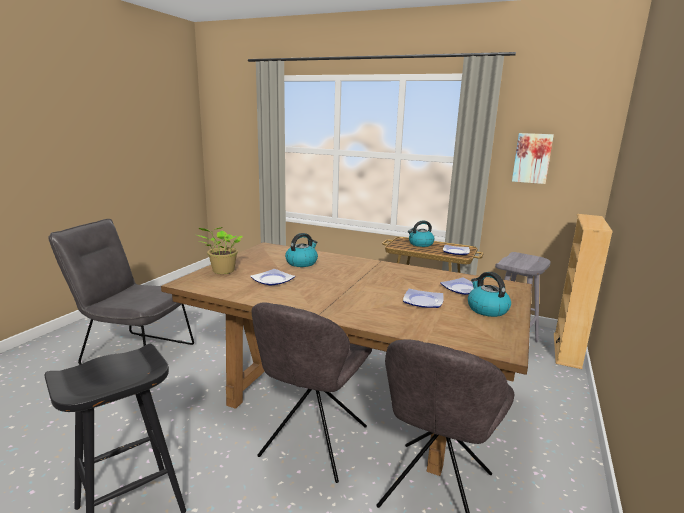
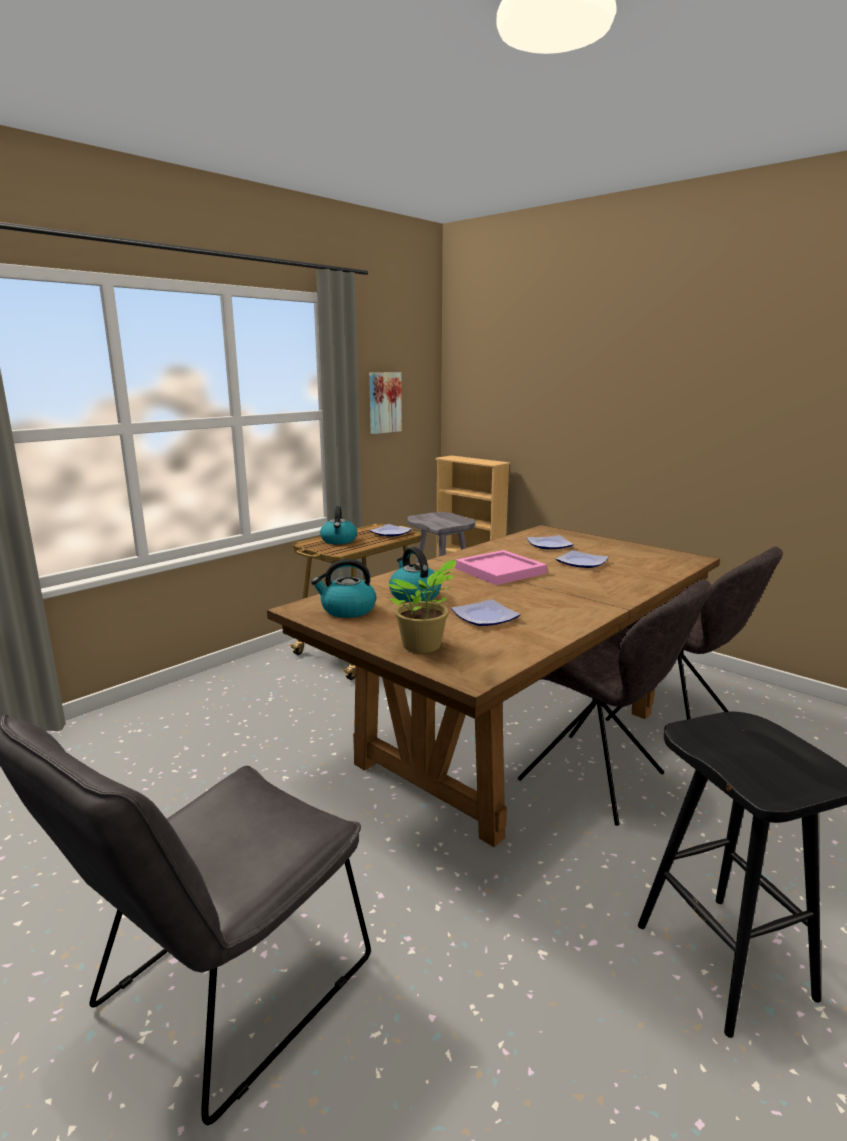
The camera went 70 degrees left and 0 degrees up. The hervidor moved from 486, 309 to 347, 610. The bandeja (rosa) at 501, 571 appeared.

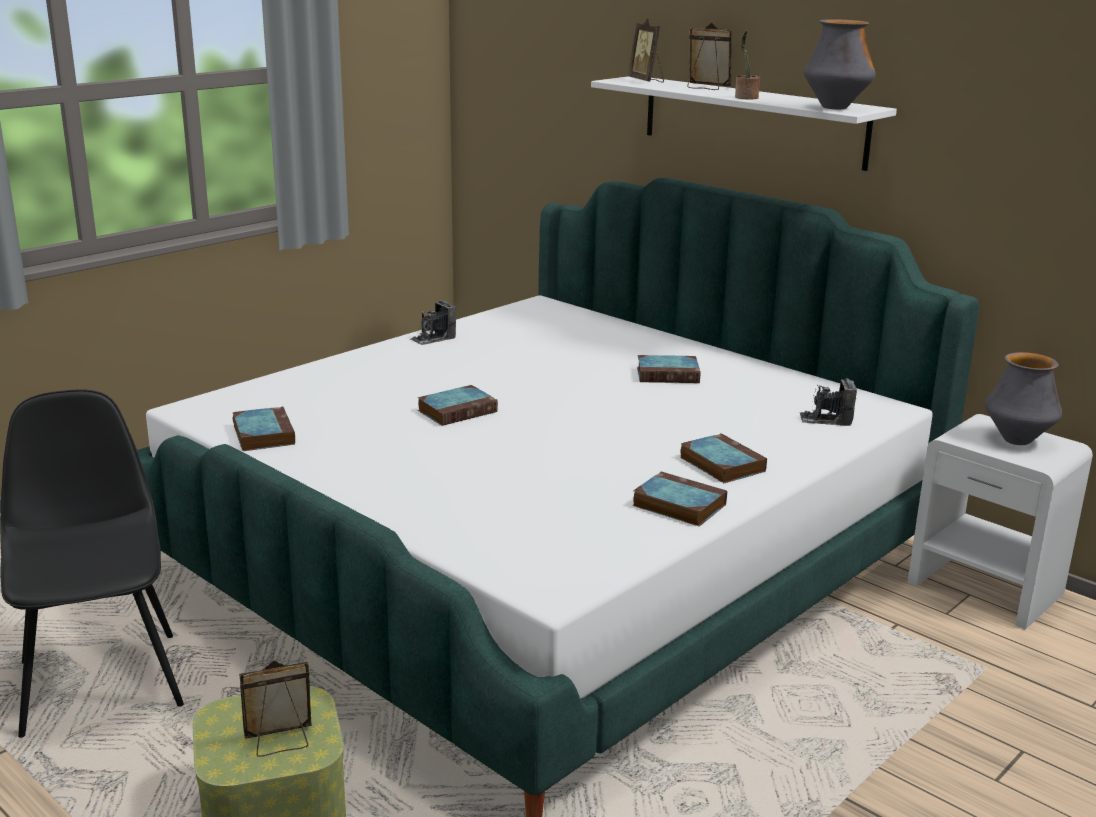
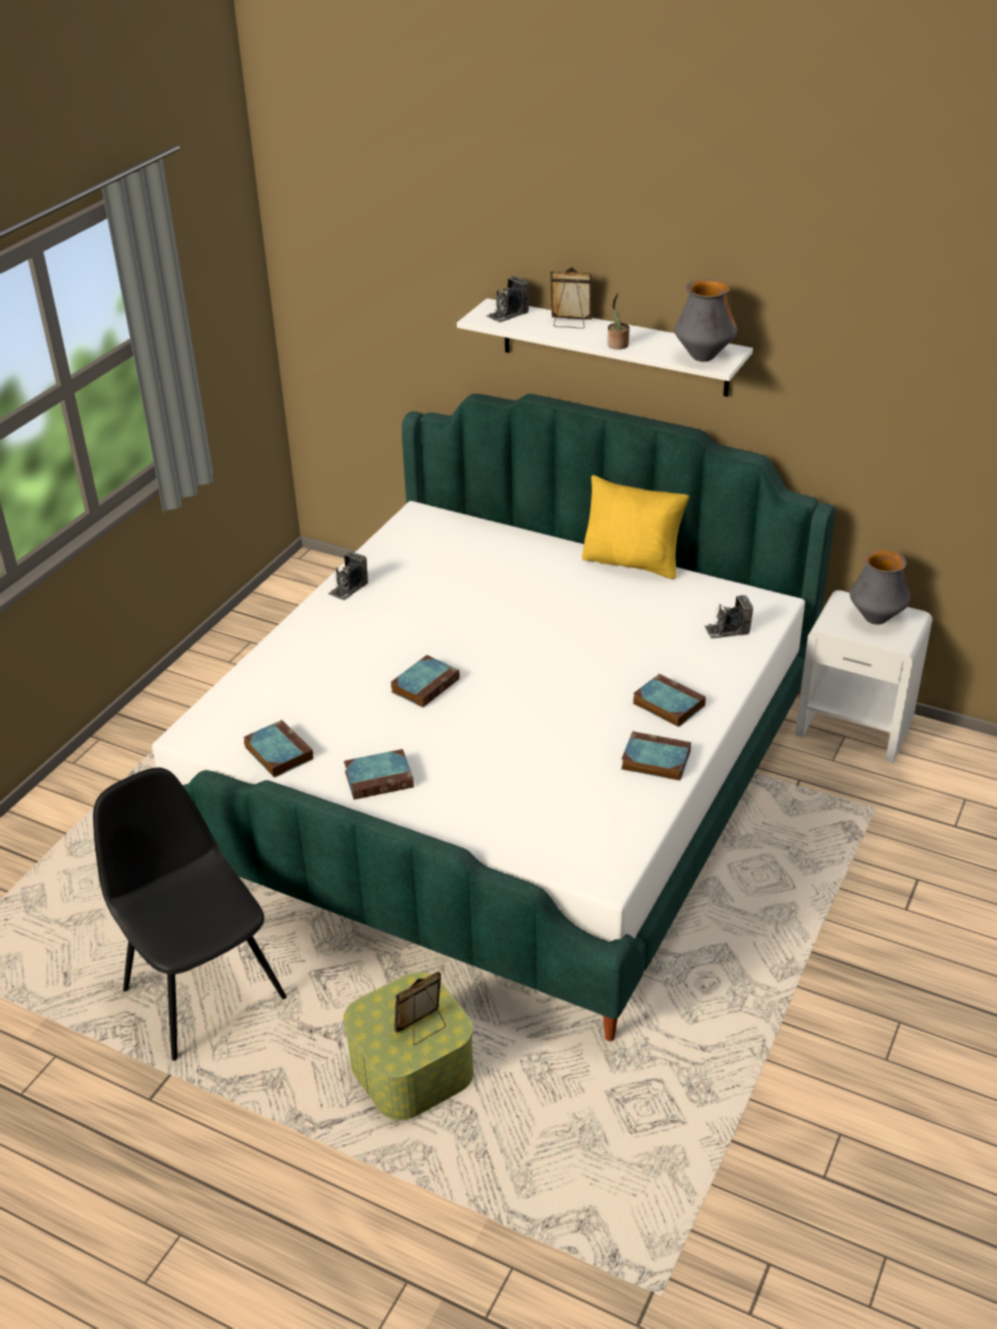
The camera went 15 degrees left and 15 degrees up. The portarretratos at 646, 81 was replaced by the cámara at 507, 314. The libro moved from 669, 374 to 380, 778. The cojín (amarillo) at 633, 562 appeared.

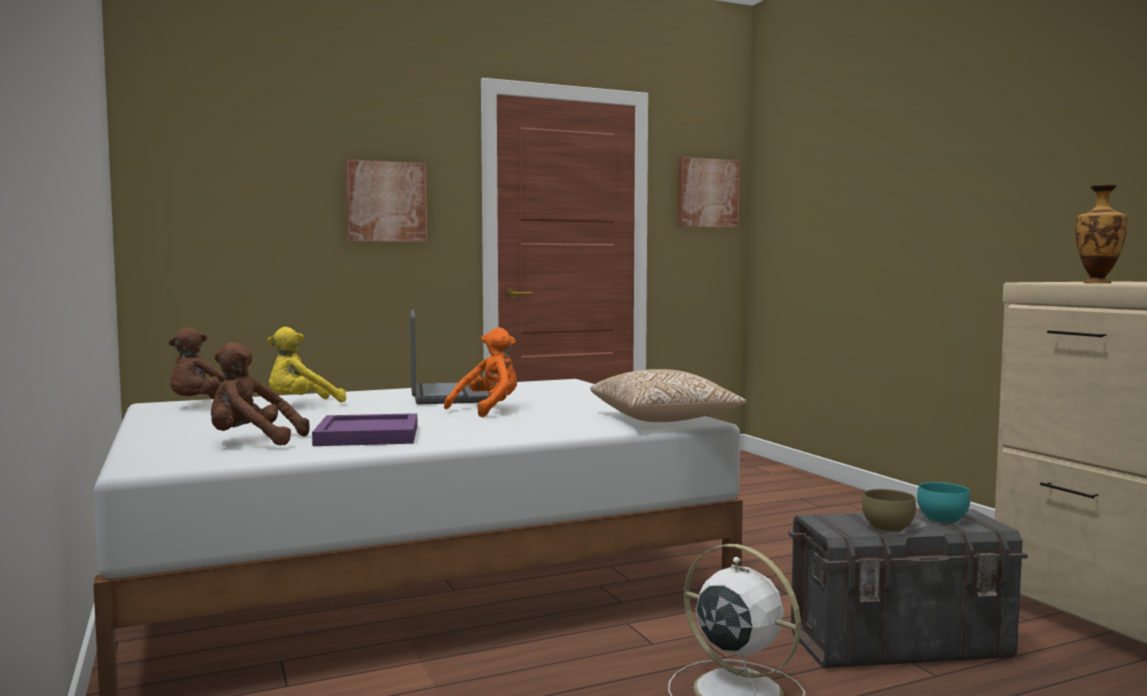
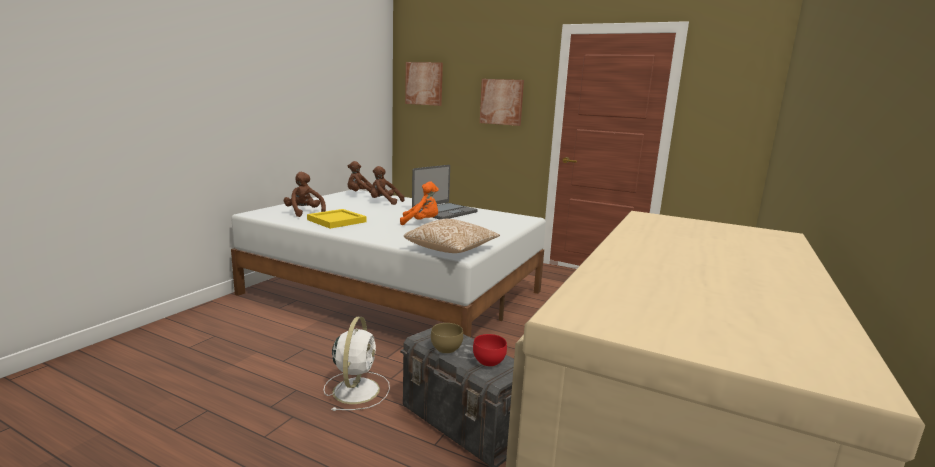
The camera went 50 degrees right and 10 degrees up. The cuadro moved from 707, 193 to 424, 83. The florero at 1098, 283 disappeared. The peluche (amarillo) at 302, 405 became the peluche (marrón) at 384, 202. The bandeja (morado) at 366, 435 became the bandeja (amarillo) at 337, 220. The cuenco (turquesa) at 943, 520 became the cuenco (rojo) at 488, 362.

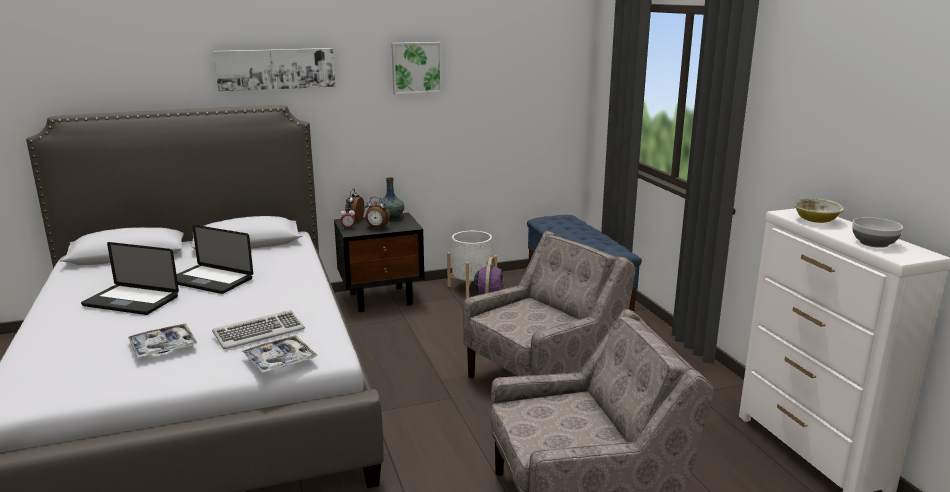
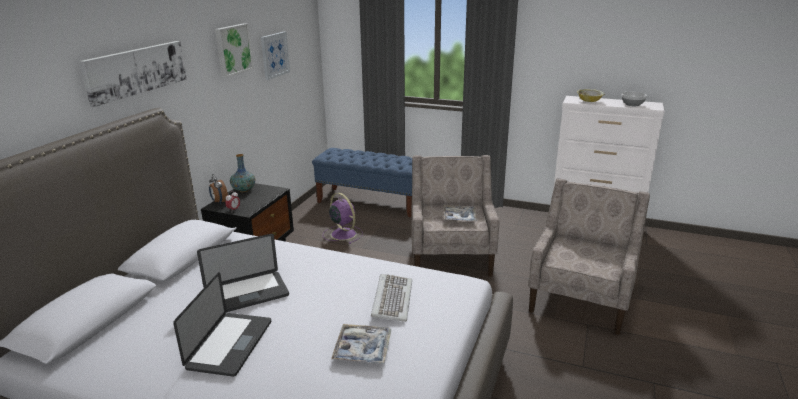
The camera went 50 degrees left and 5 degrees up. The despertador at 377, 227 disappeared. The maceta (blanco) at 472, 288 disappeared. The portátil at 131, 301 turned 45 degrees counterclockwise. The bandeja moved from 280, 361 to 459, 217. The cuadro at 274, 55 appeared.

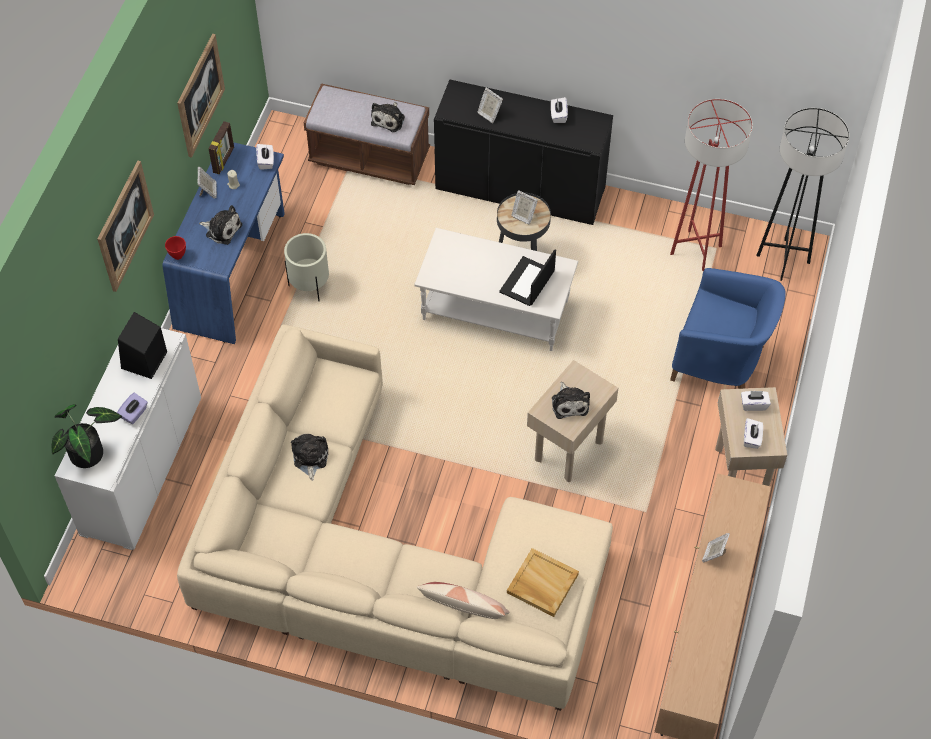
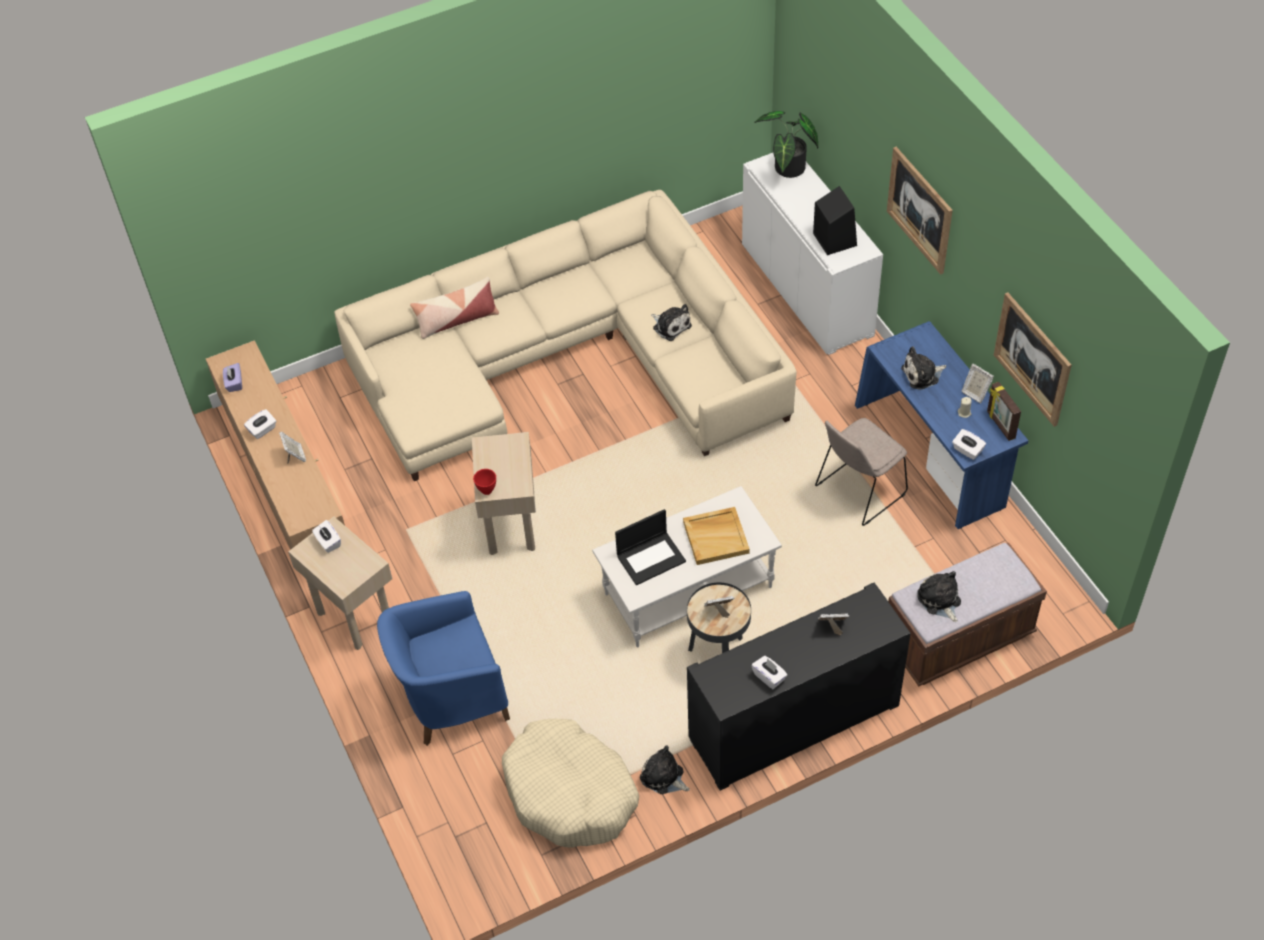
The camera went 140 degrees right and 5 degrees down. The lámpara de pie (rojo) at 695, 250 was replaced by the cama para perro (beis) at 570, 792. The lámpara de pie (negro) at 783, 259 disappeared. The maceta (beis) at 310, 286 was replaced by the silla (beis) at 858, 491. The cuenco (rojo) moved from 178, 255 to 486, 491. The portátil at 527, 282 turned 75 degrees clockwise. The peluche moved from 569, 403 to 663, 777. The caja de pañuelos (blanco) moved from 753, 404 to 262, 430. The caja de pañuelos (morado) moved from 134, 414 to 234, 383. The bandeja (beis) moved from 541, 584 to 716, 537.

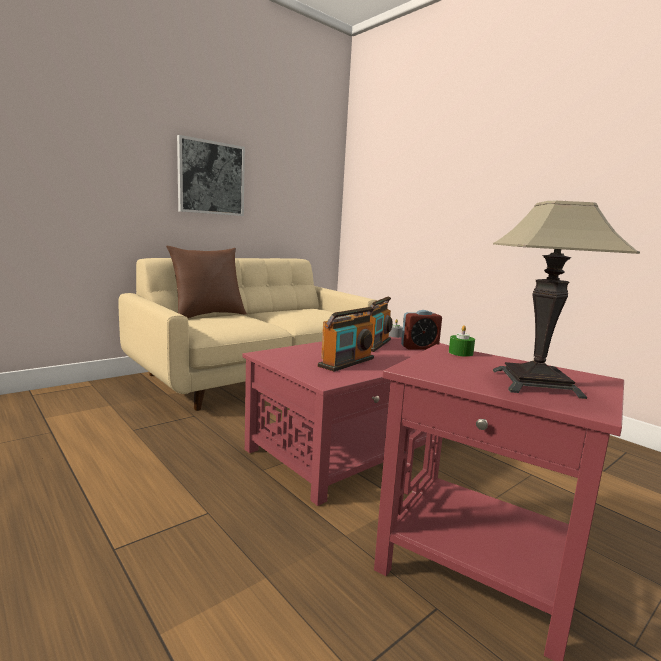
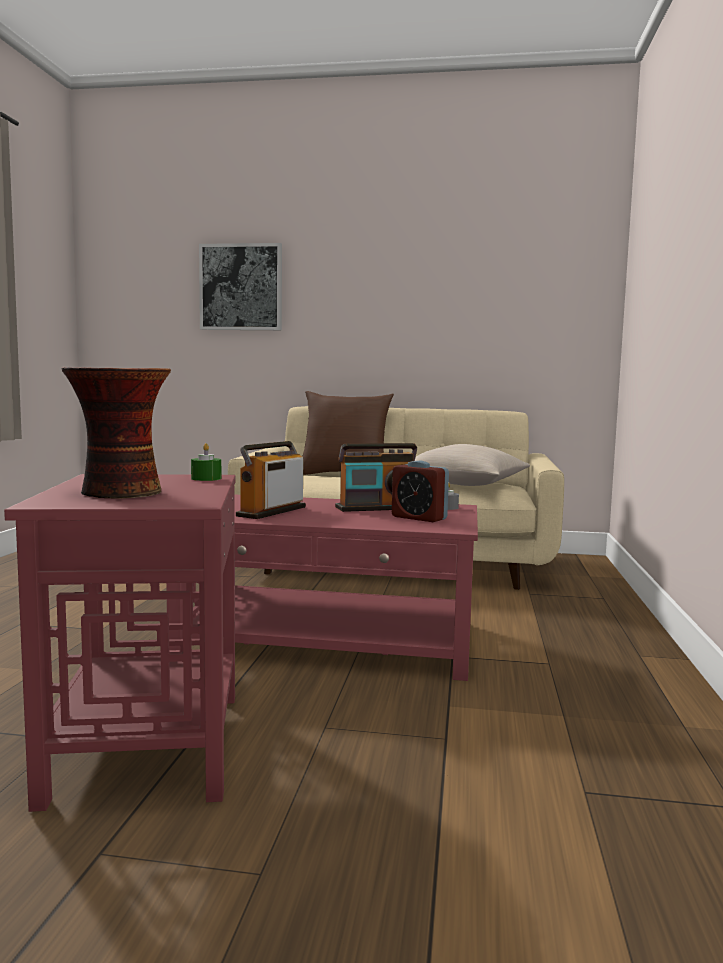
The camera went 50 degrees right and 5 degrees down. The cuadro moved from 211, 178 to 241, 287. The lámpara de mesa at 536, 383 was replaced by the florero at 119, 493. The radio at 347, 362 turned 120 degrees clockwise. The cojín (beis) at 465, 484 appeared.

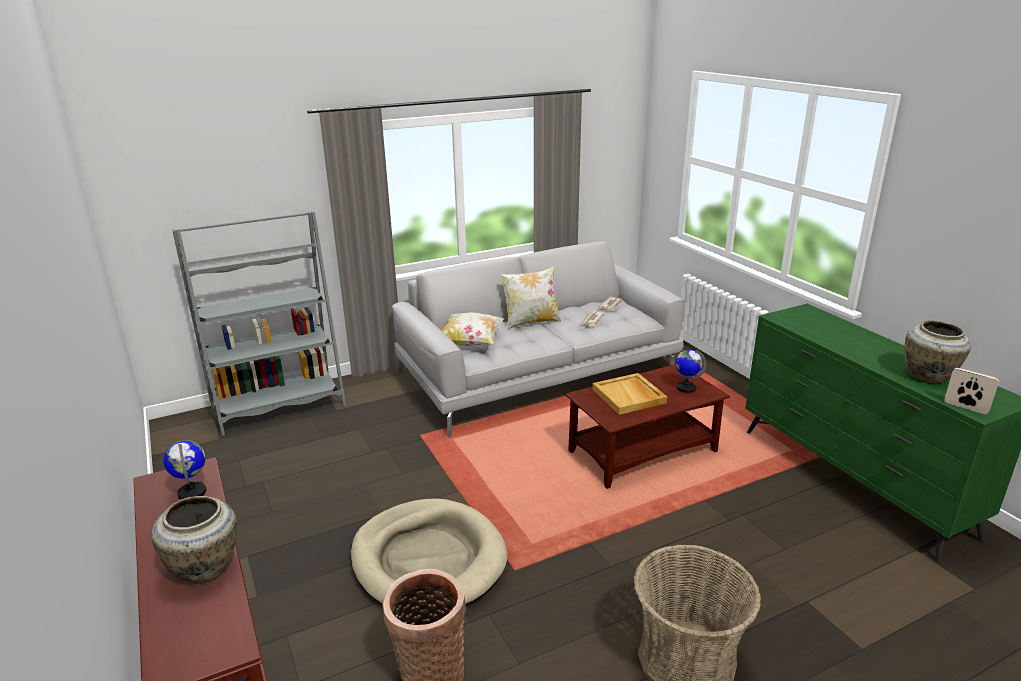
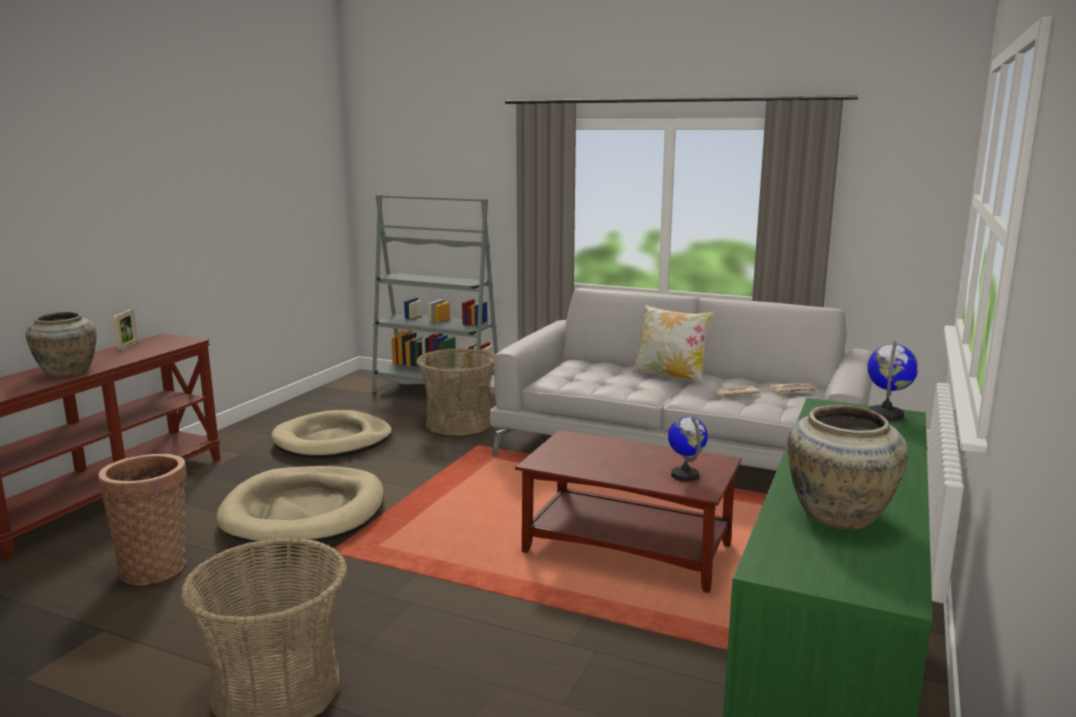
The camera went 50 degrees right and 10 degrees down. The cojín at 470, 342 disappeared. The portarretratos moved from 965, 408 to 127, 346. The bandeja (beis) at 629, 396 disappeared. The globo terráqueo moved from 192, 492 to 886, 415. The cesta at 459, 423 appeared. The cama para perro (beis) at 333, 441 appeared.

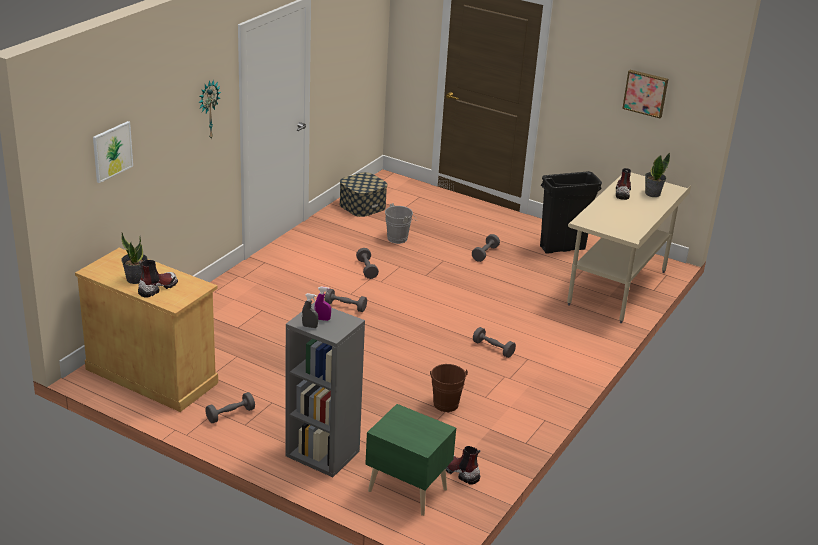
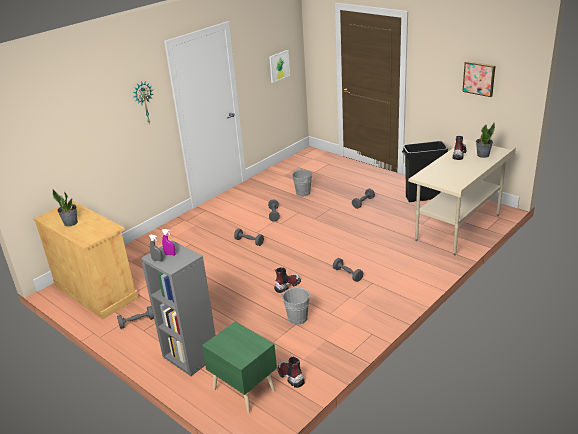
The camera went 15 degrees right and 0 degrees up. The cuadro moved from 112, 151 to 279, 66. The caja de almacenaje at 362, 206 disappeared. The bota moved from 157, 288 to 287, 285. The cubo (marrón) at 445, 402 became the cubo (gris) at 297, 317.

